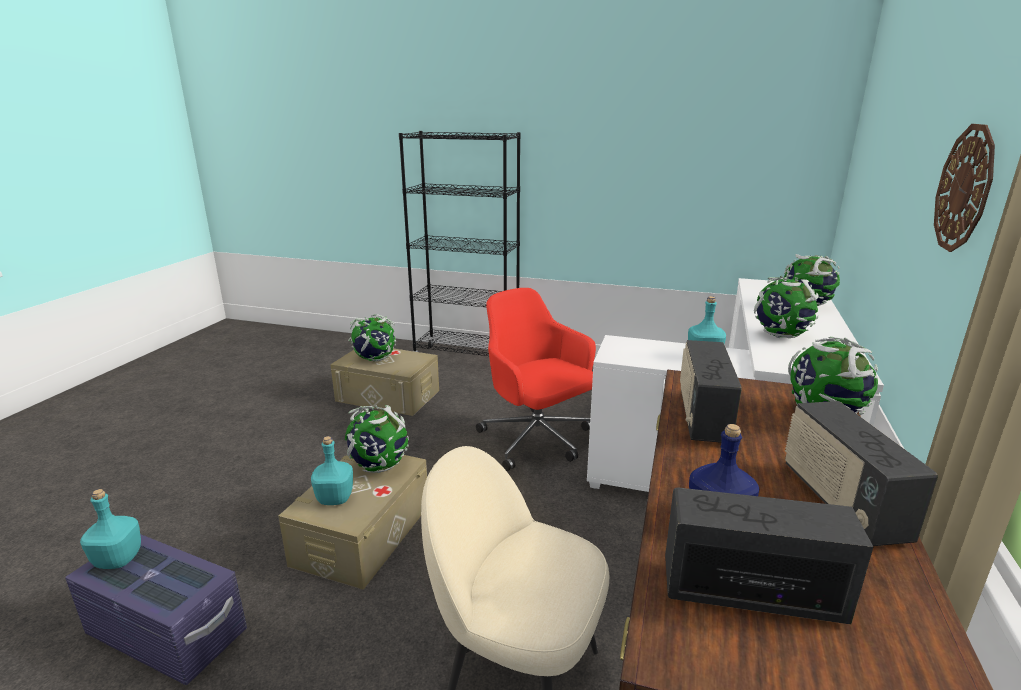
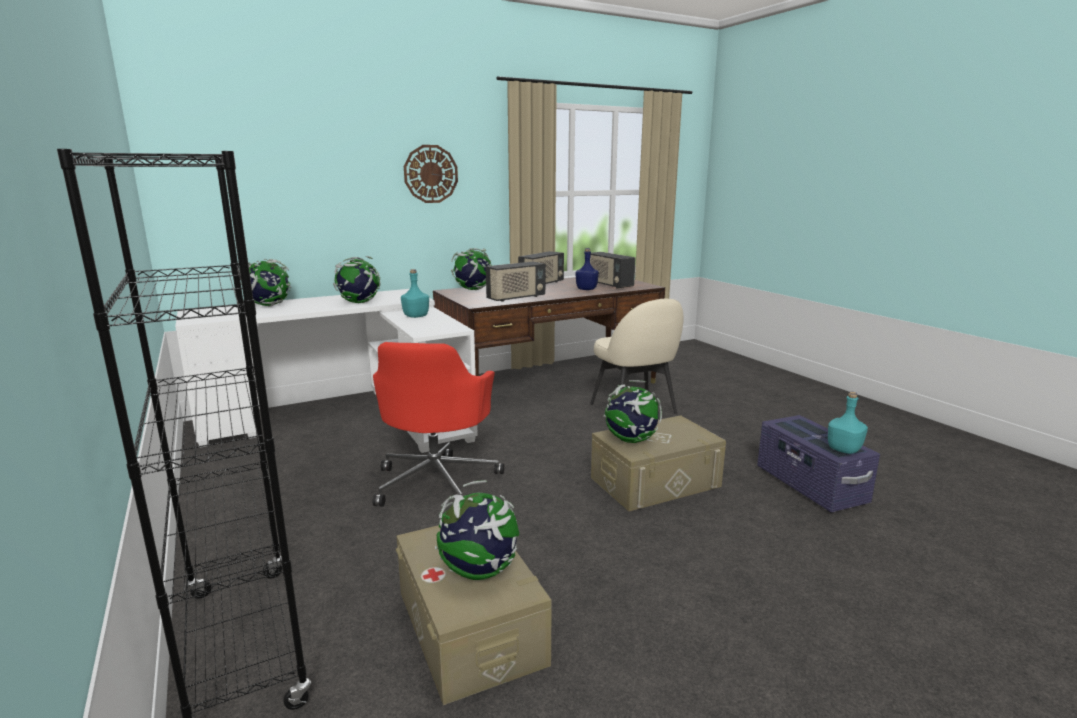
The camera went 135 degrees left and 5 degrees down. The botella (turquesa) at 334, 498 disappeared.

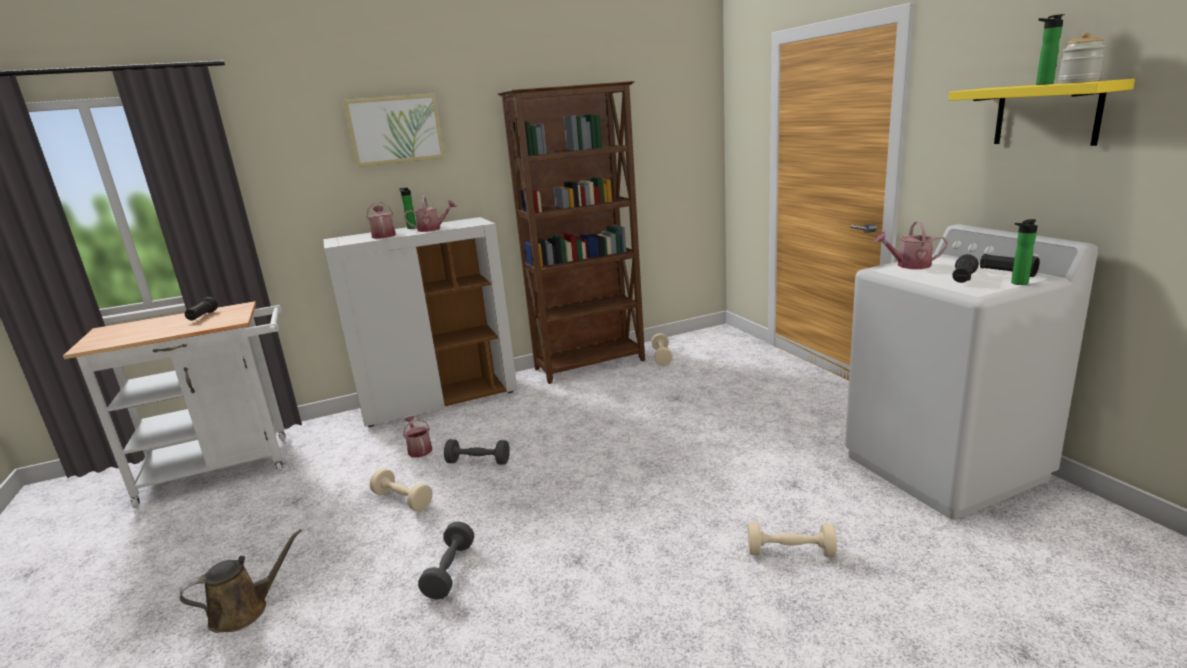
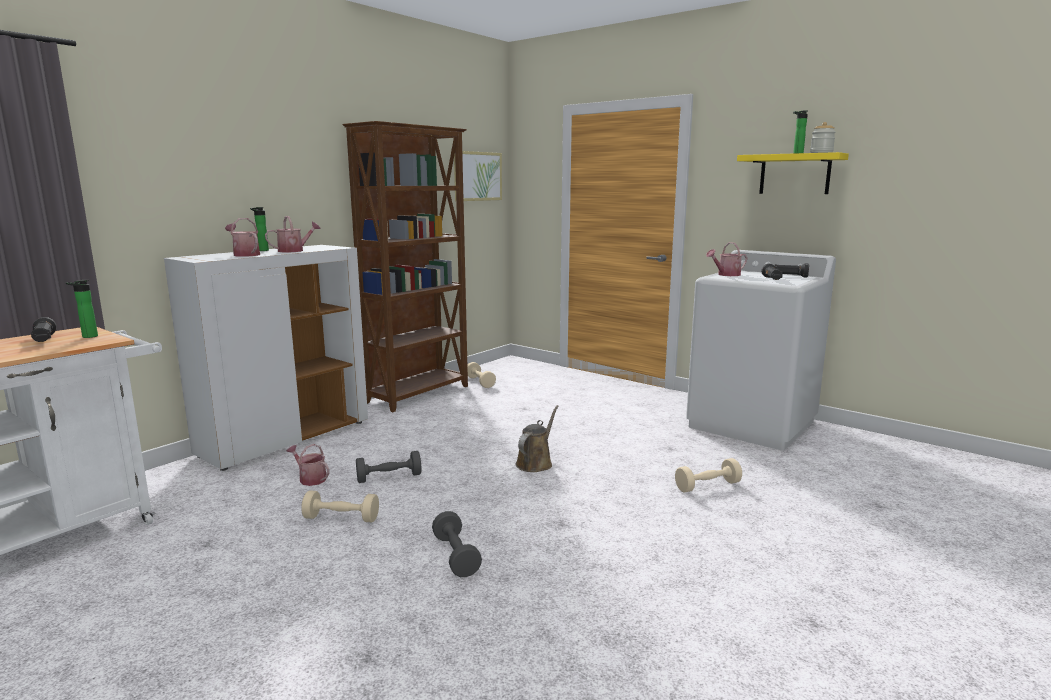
The camera went 30 degrees left and 5 degrees down. The cuadro moved from 395, 129 to 477, 176. The botella moved from 1017, 283 to 87, 337. The regadera (marrón) moved from 245, 610 to 535, 463.

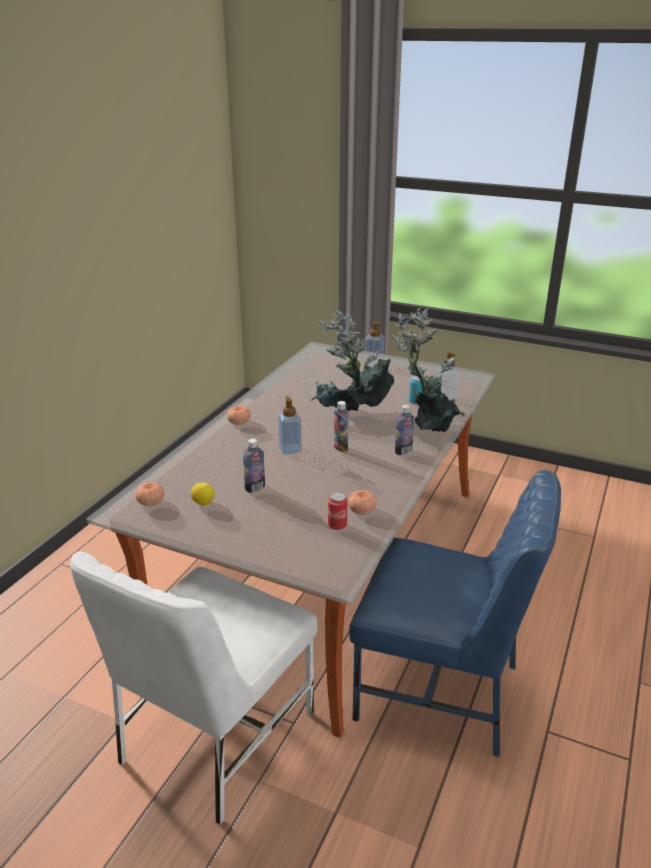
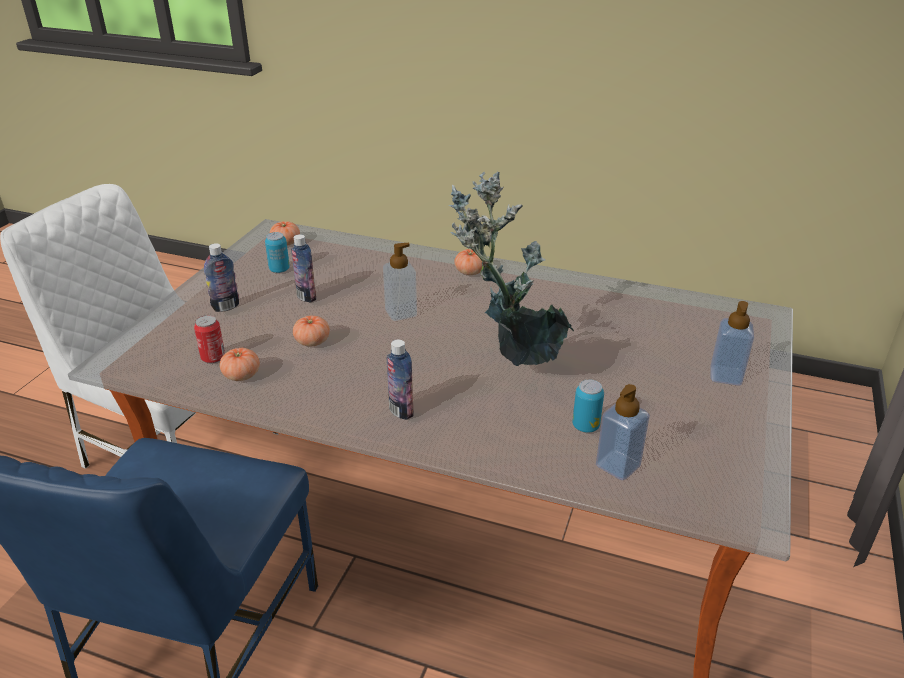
The camera went 85 degrees right and 5 degrees up. The planta en maceta at 427, 430 disappeared. The botella moved from 340, 447 to 226, 306. The limón at 203, 503 was replaced by the lata at 279, 269. The tomate at 312, 341 appeared.

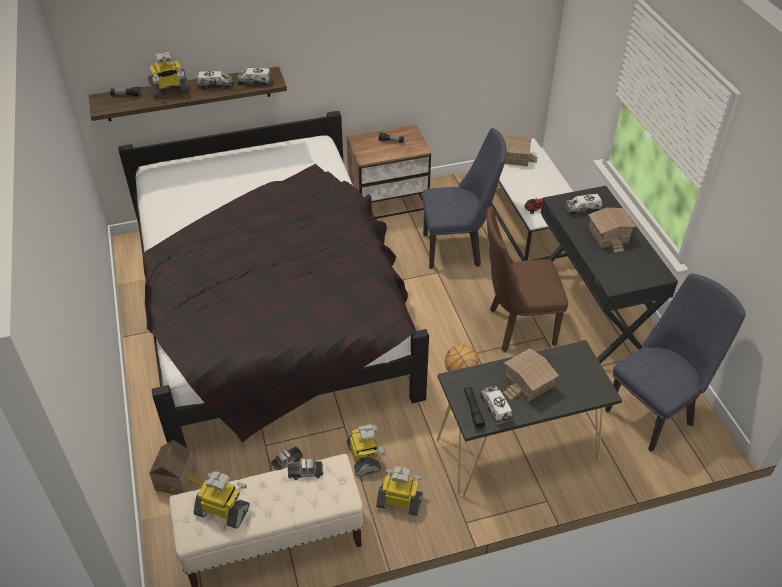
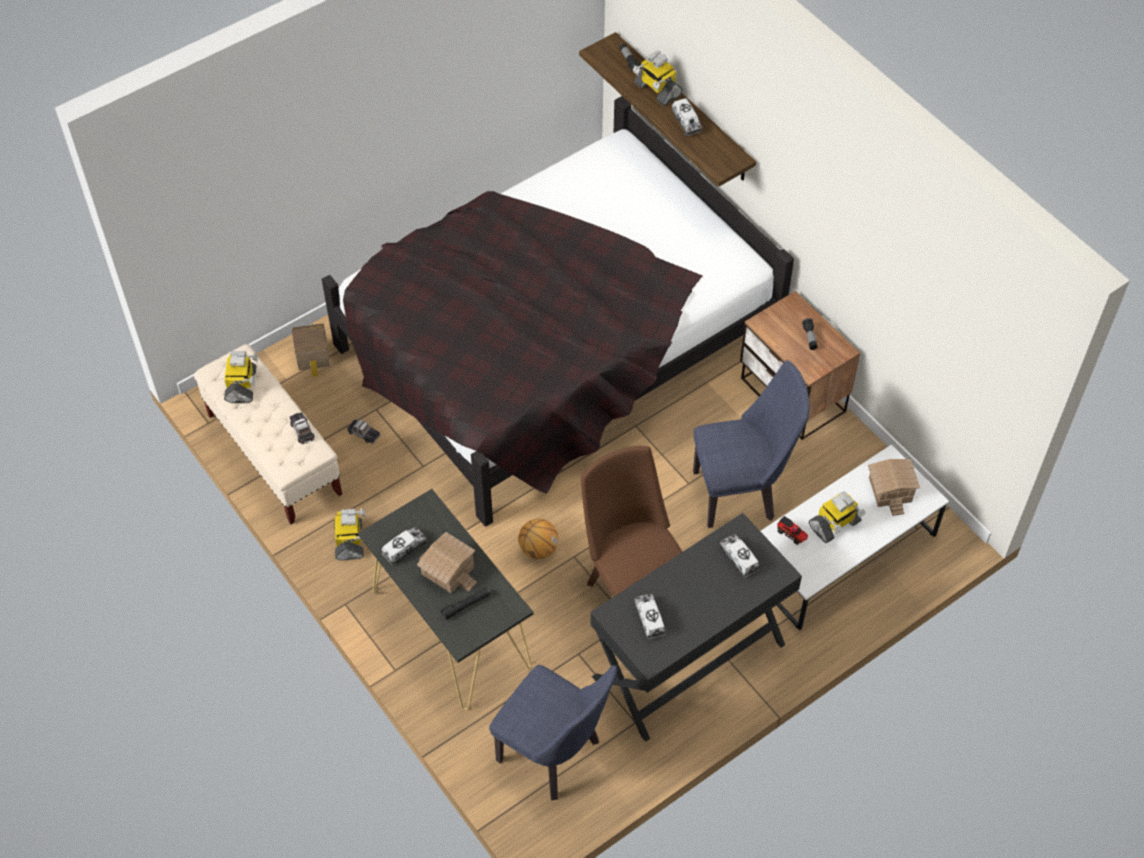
The camera went 70 degrees right and 10 degrees up. The camión de juguete moved from 255, 82 to 649, 619. The silla (azul) at 457, 249 turned 75 degrees counterclockwise. The casita at 609, 235 disappeared. The linterna (negro) moved from 473, 410 to 466, 605. The robot de juguete moved from 364, 458 to 834, 525.

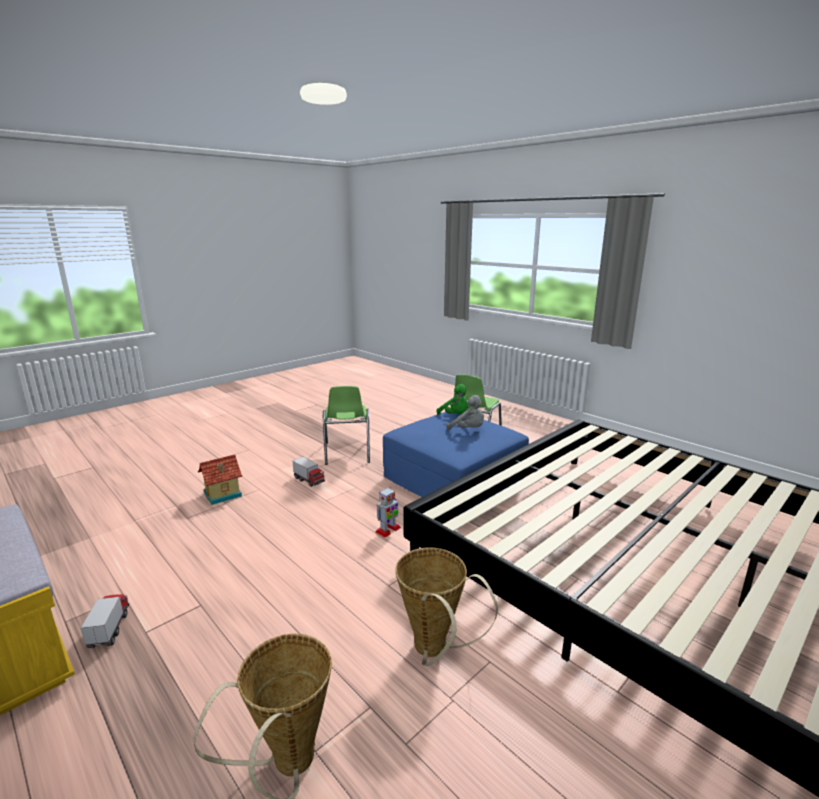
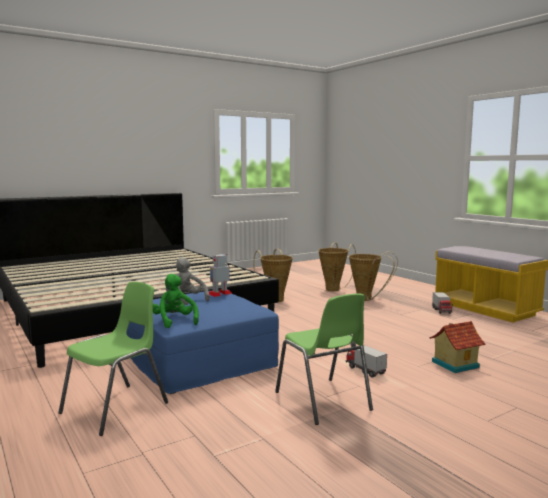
The camera went 170 degrees left and 10 degrees down. The silla (verde) at 347, 453 turned 150 degrees clockwise. The robot de juguete moved from 388, 530 to 220, 294. The cesta at 367, 299 appeared.

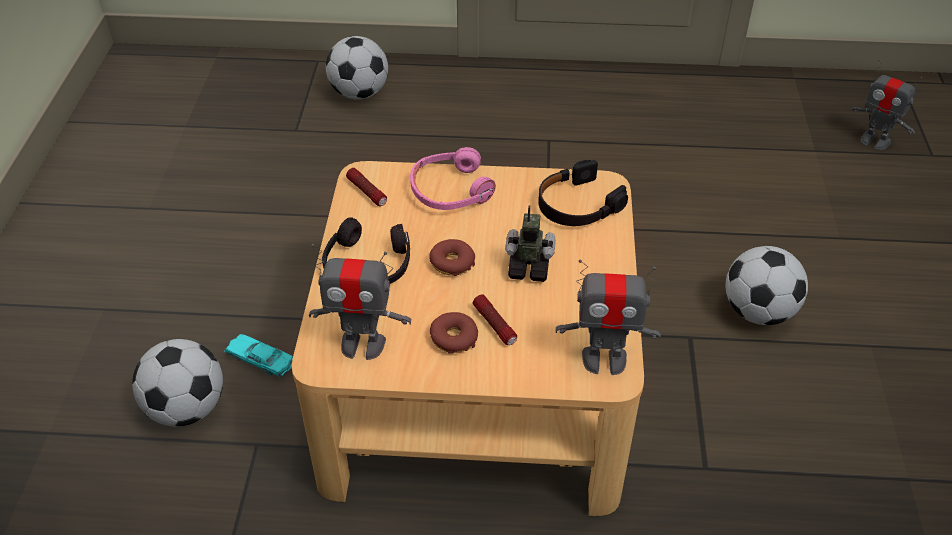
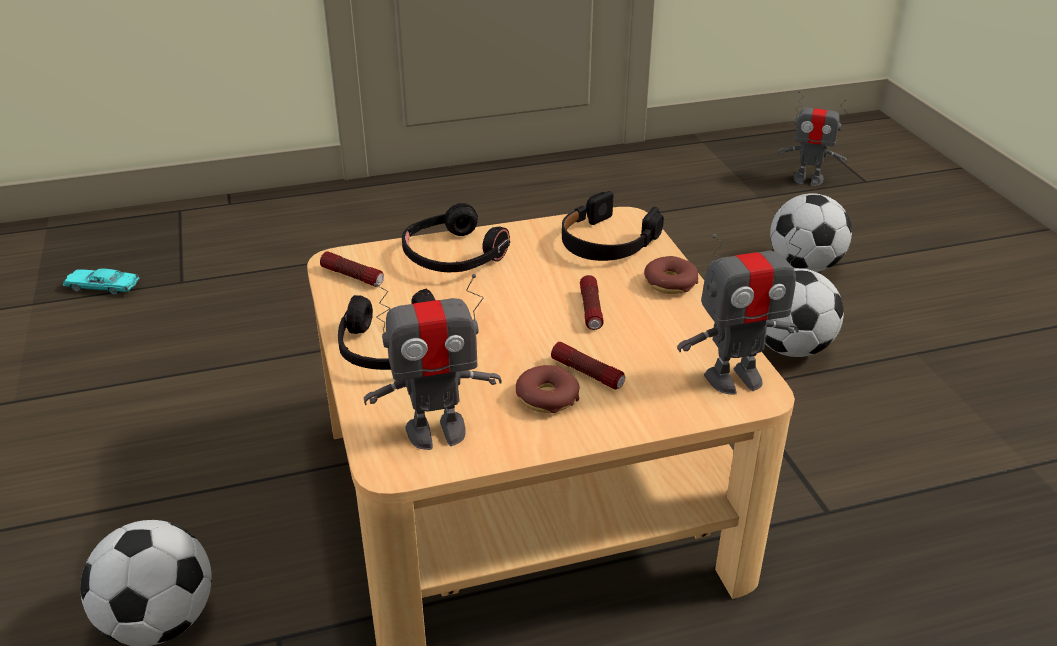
The camera went 20 degrees left and 10 degrees down. The balón de fútbol moved from 359, 93 to 804, 266. The auriculares (rosa) at 450, 190 became the auriculares (negro) at 454, 256. The robot de juguete at 529, 268 was replaced by the linterna at 591, 310. The rosquilla moved from 452, 263 to 670, 283. The coche de juguete (turquesa) moved from 261, 360 to 102, 287.

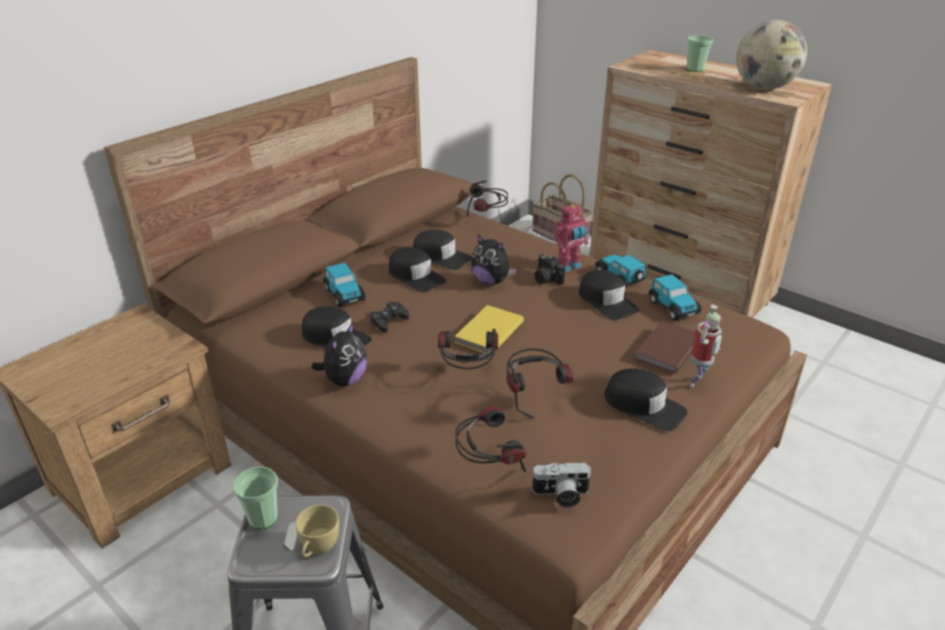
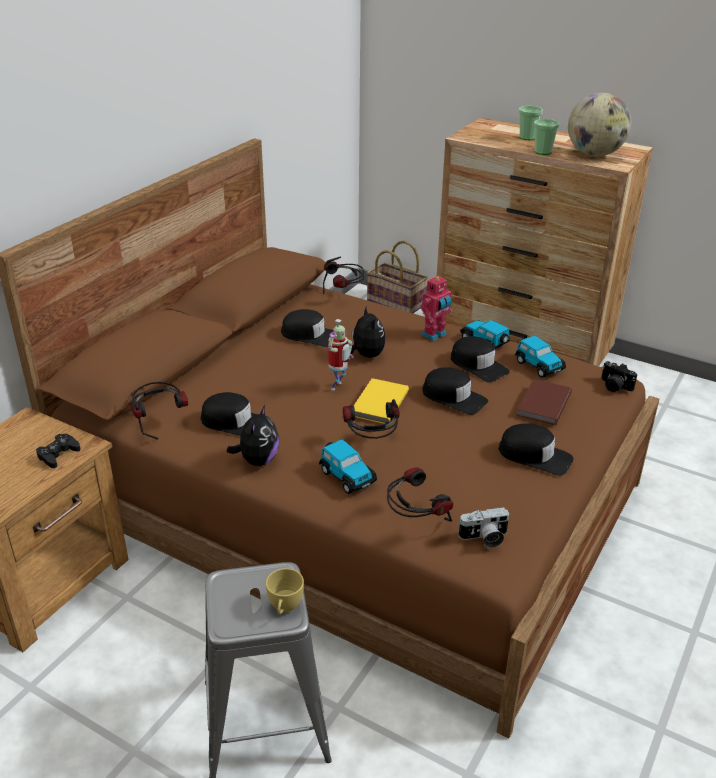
The camera went 10 degrees left and 0 degrees up. The peluche at 491, 281 turned 135 degrees counterclockwise. The gorra (negro) moved from 415, 276 to 454, 397. The cámara moved from 546, 279 to 614, 386. The coche de juguete moved from 344, 294 to 347, 476. The mando de consola (negro) moved from 388, 321 to 58, 454. The robot de juguete moved from 698, 382 to 338, 387. The auriculares moved from 534, 398 to 160, 423. The taza moved from 263, 518 to 543, 152.

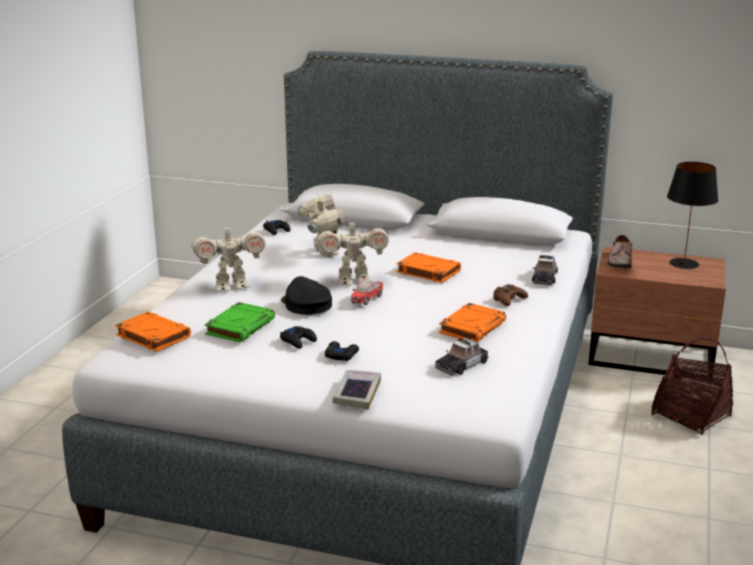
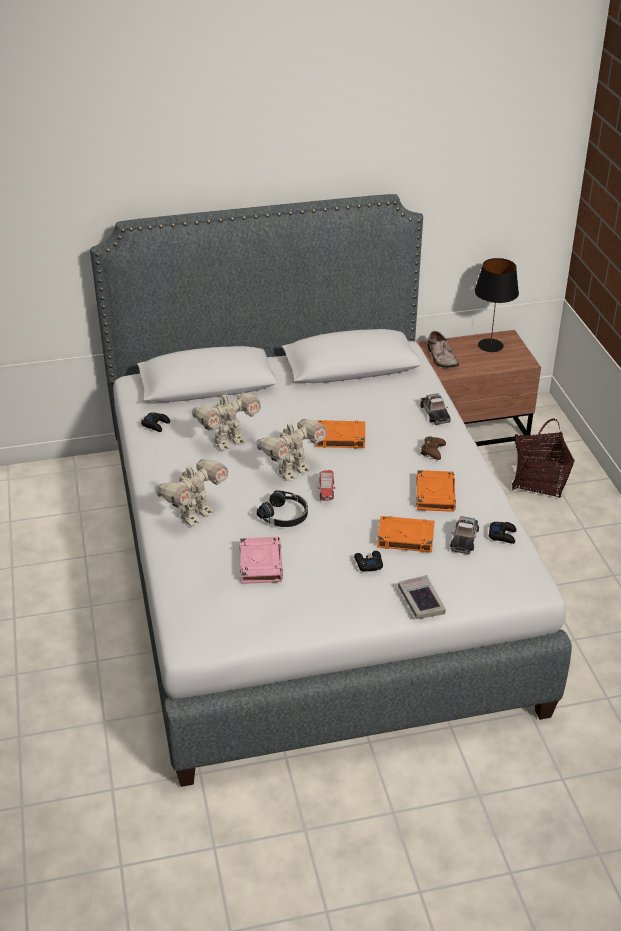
The camera went 30 degrees left and 15 degrees up. The robot de juguete at 323, 252 turned 105 degrees clockwise. The gorra (negro) at 306, 304 was replaced by the auriculares (negro) at 285, 515. The libro (verde) at 240, 326 became the libro (rosa) at 260, 563. The libro (naranja) moved from 152, 336 to 404, 537. The mando de consola (negro) moved from 298, 341 to 502, 535.

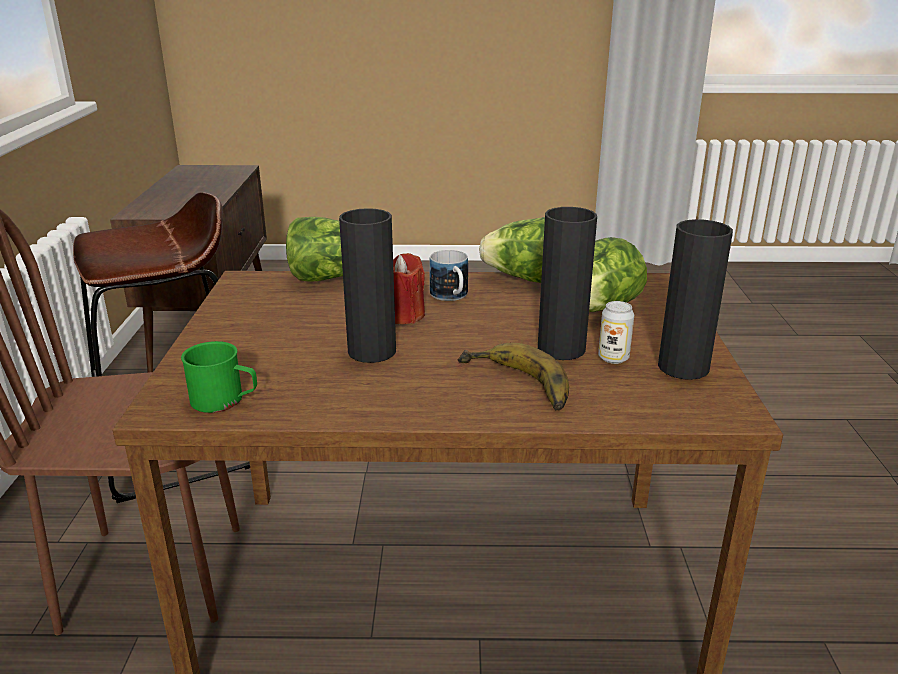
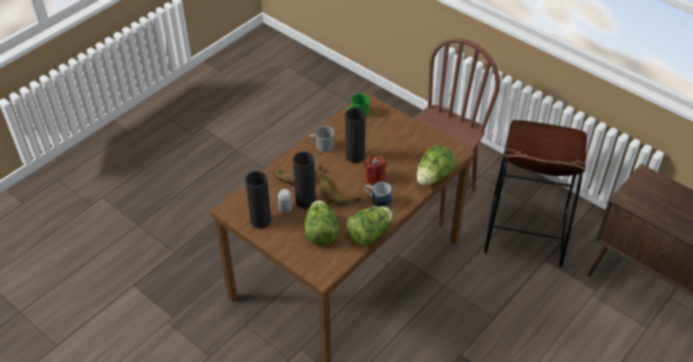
The camera went 130 degrees right and 20 degrees up. The taza grande (gris) at 321, 145 appeared. The plátano at 339, 191 appeared.

